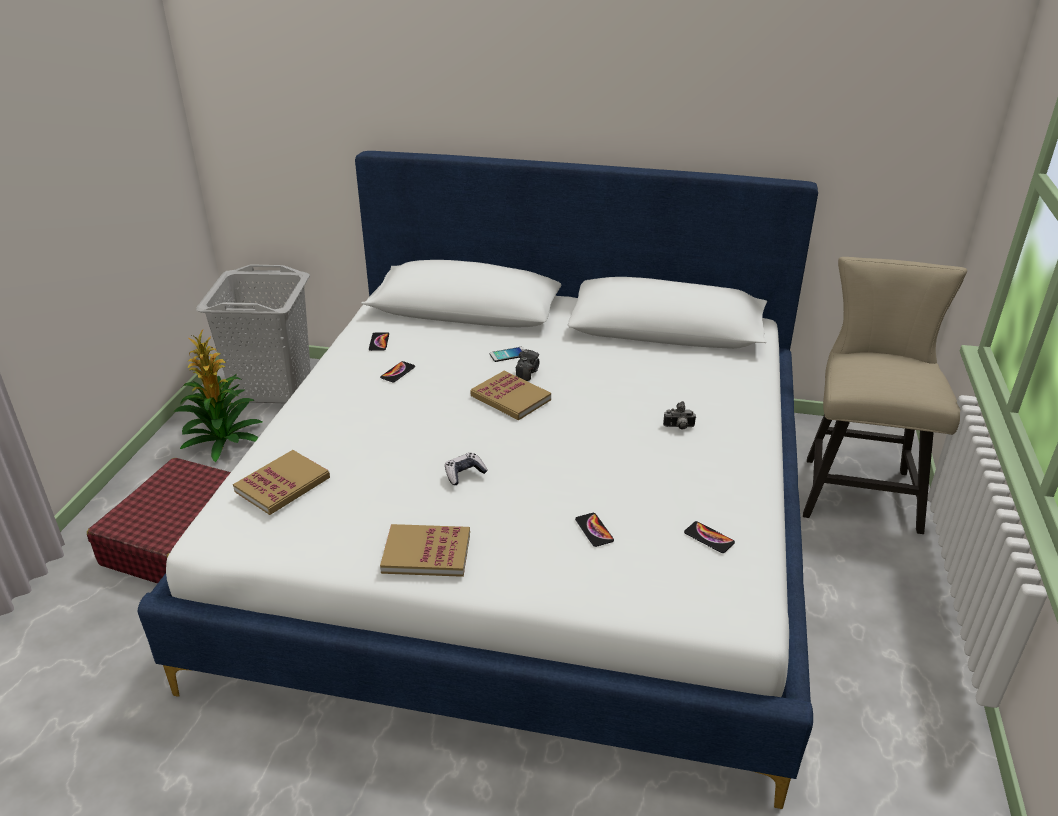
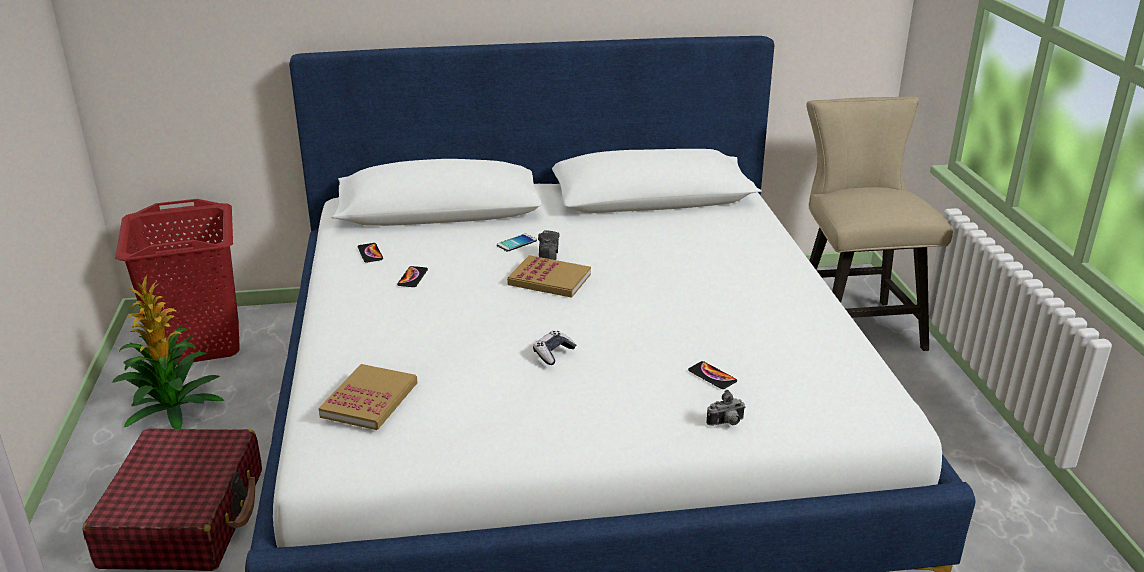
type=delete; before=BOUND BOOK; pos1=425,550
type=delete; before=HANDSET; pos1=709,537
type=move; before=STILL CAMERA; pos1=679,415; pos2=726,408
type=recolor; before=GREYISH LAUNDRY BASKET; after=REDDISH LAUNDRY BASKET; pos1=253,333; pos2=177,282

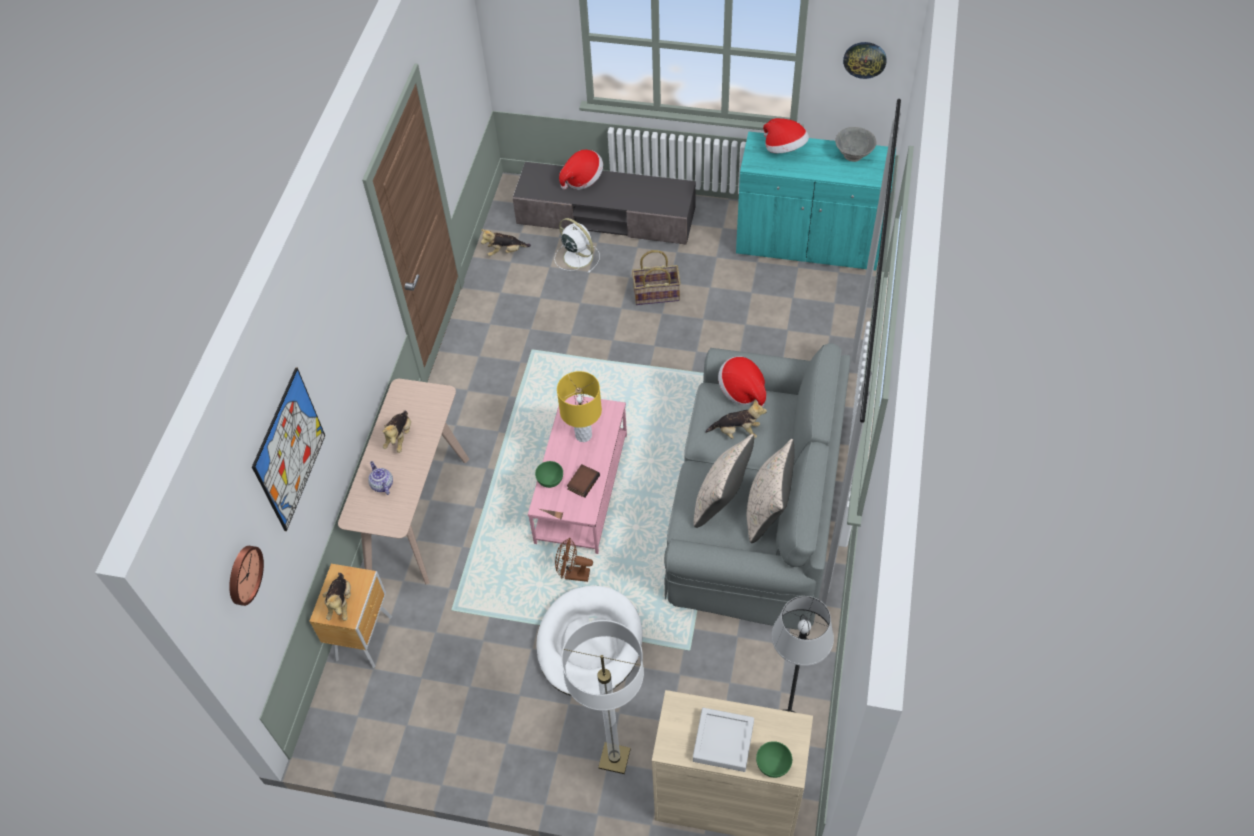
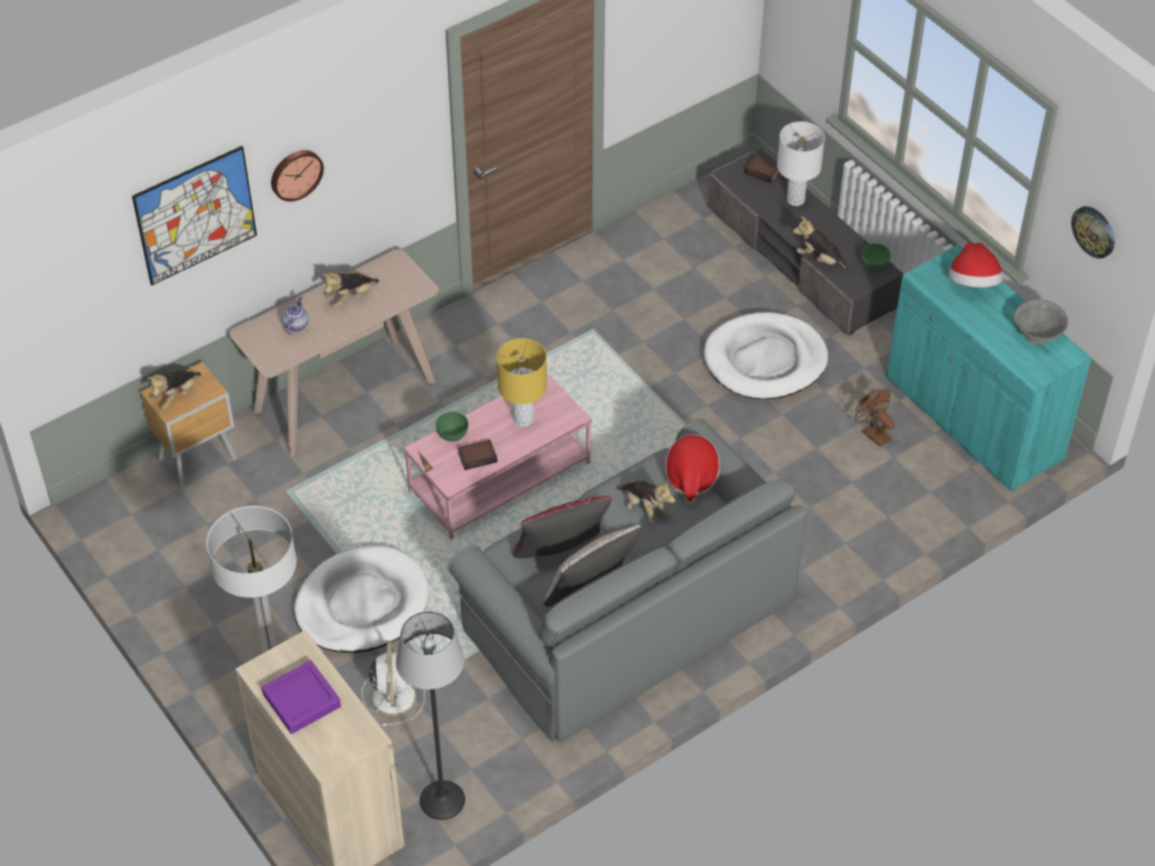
type=insert; after=BOUND BOOK; pos2=762,169
type=move; before=CLOCK ON THE WALL; pos1=246,576; pos2=297,175
type=move; before=SOFT TOY; pos1=506,242; pos2=823,243
type=move; before=WHITE-COLOURED FAN; pos1=577,245; pos2=393,683
type=move; before=BROWN-COLOURED FAN; pos1=574,560; pos2=875,418
type=move; before=GREENISH BOWL; pos1=774,759; pos2=876,256
type=replace; before=WEARABLE HAT; after=WHITE-COLOURED TABLE LAMP; pos1=581,170; pos2=801,163
type=replace; before=STORAGE BASKET; after=WHITE-COLOURED DOG CUSHION; pos1=656,277; pos2=766,355
type=recolor; before=BEIGE-COLOURED THROW PILLOW; after=REDDISH THROW PILLOW; pos1=723,481; pos2=562,527
type=recolor; before=GREYISH CARRYING TRAY; after=PURPLE-COLOURED CARRYING TRAY; pos1=723,740; pos2=301,697

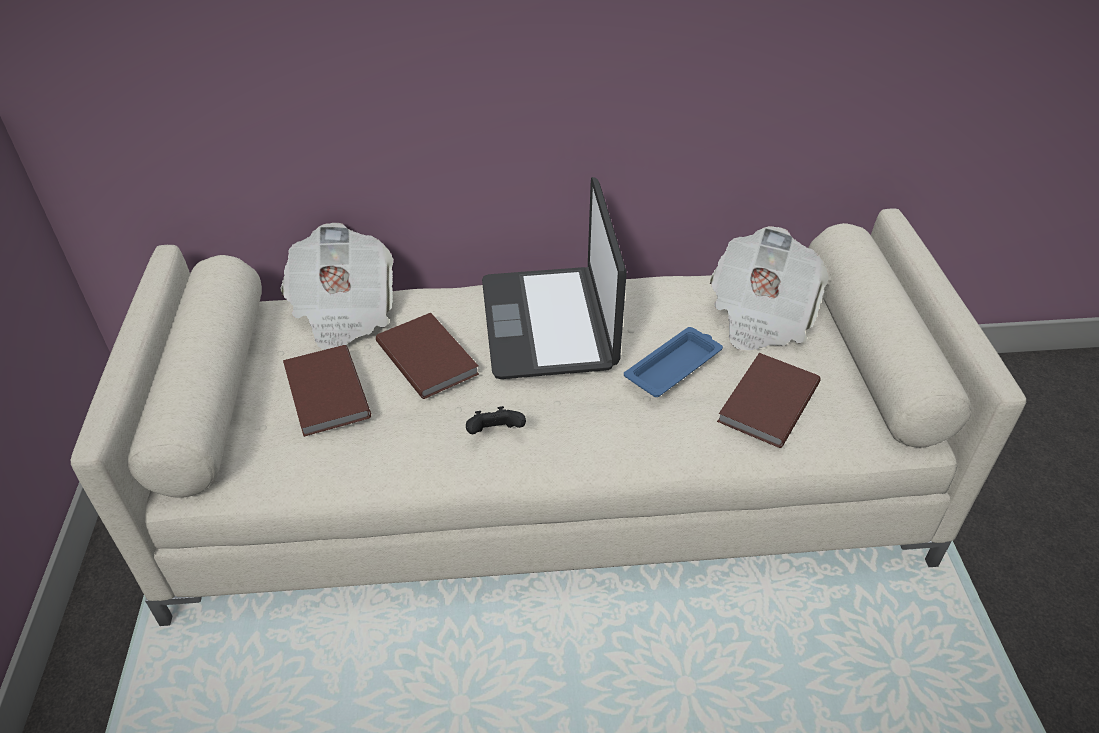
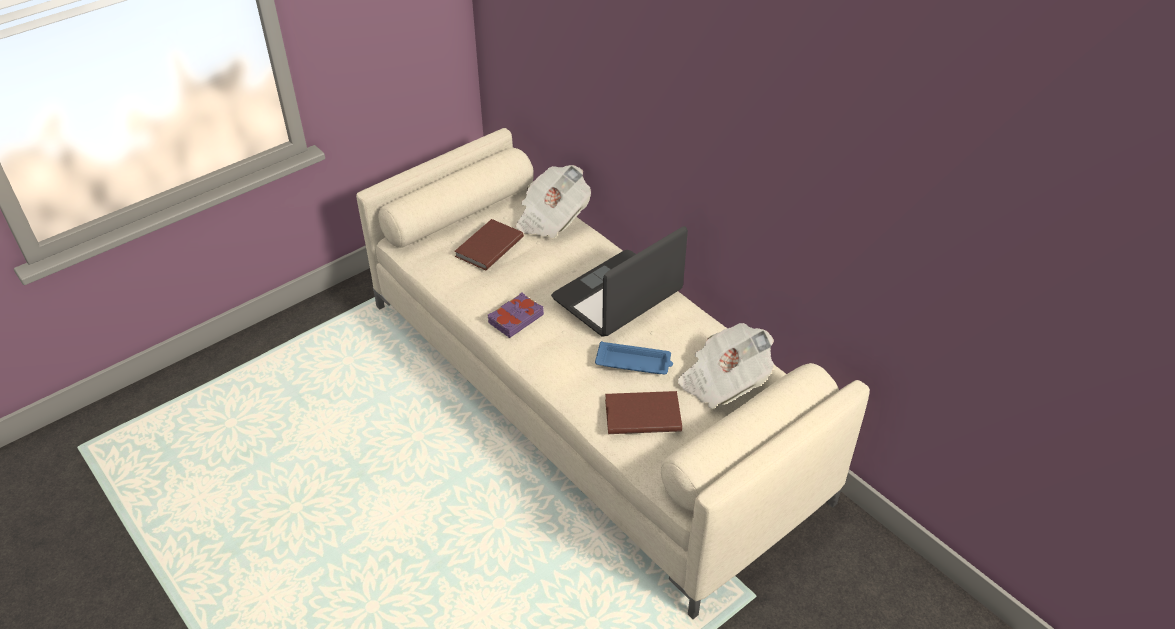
type=delete; before=BROWN-COLOURED BOUND BOOK; pos1=427,356
type=replace; before=BLACKISH GAME CONTROLLER; after=PURPLE-COLOURED BOUND BOOK; pos1=496,420; pos2=516,315

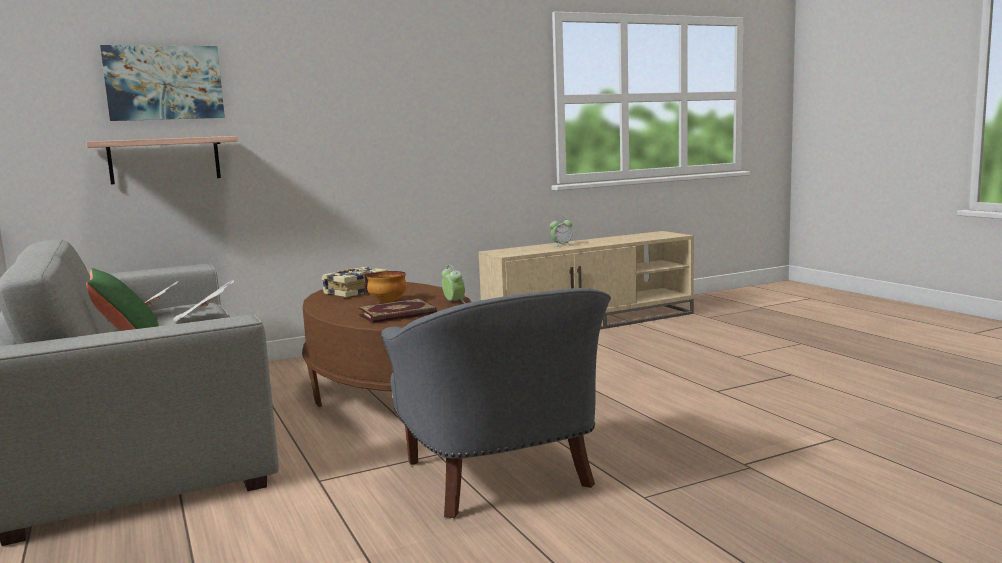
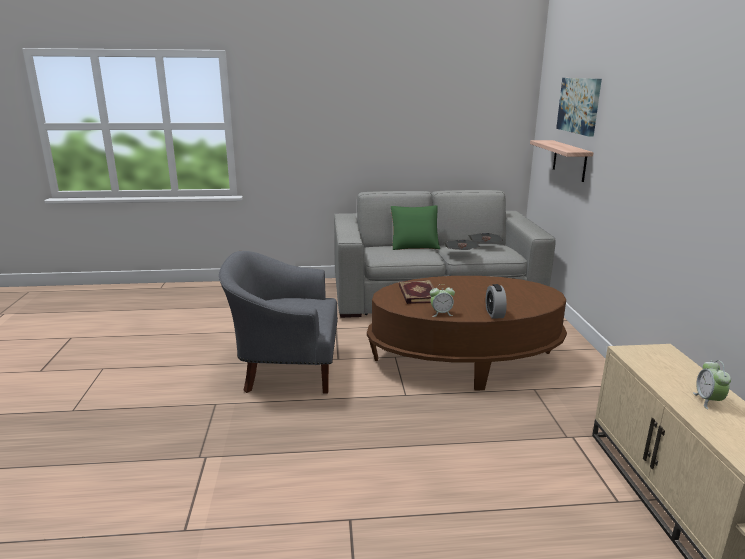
type=delete; before=BOUND BOOK; pos1=355,282
type=delete; before=BOWL; pos1=387,287
type=insert; after=ALARM CLOCK; pos2=496,301

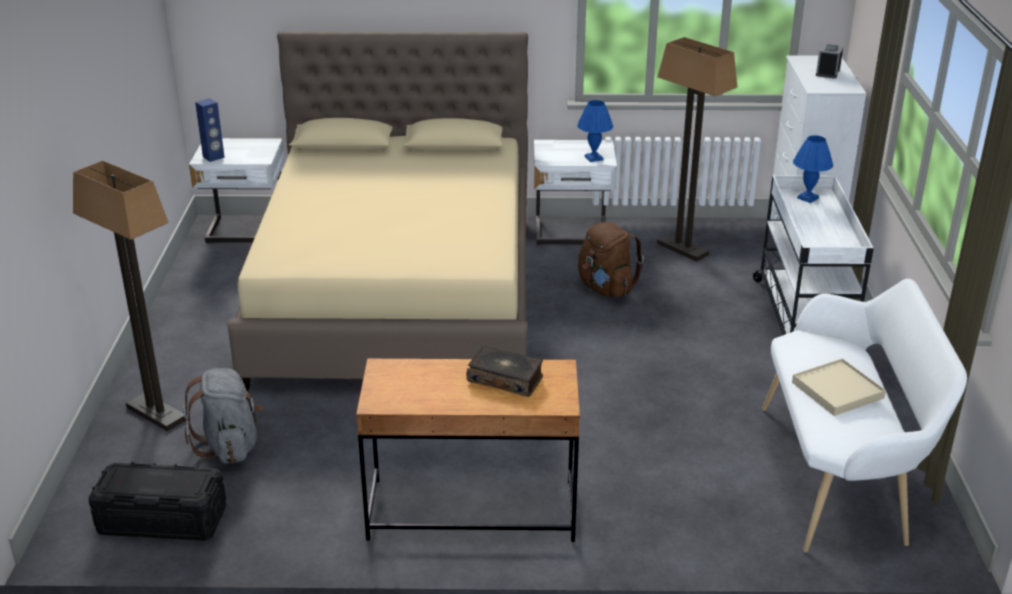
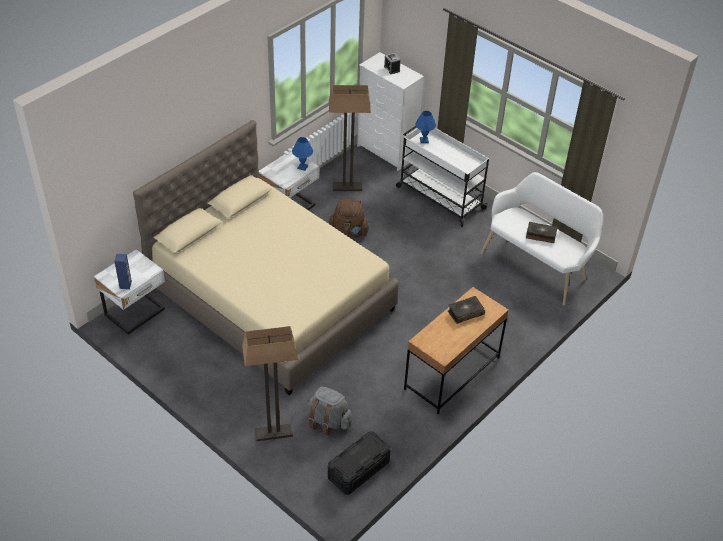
type=replace; before=BEIGE-COLOURED CARRYING TRAY; after=BOUND BOOK; pos1=839,387; pos2=542,232

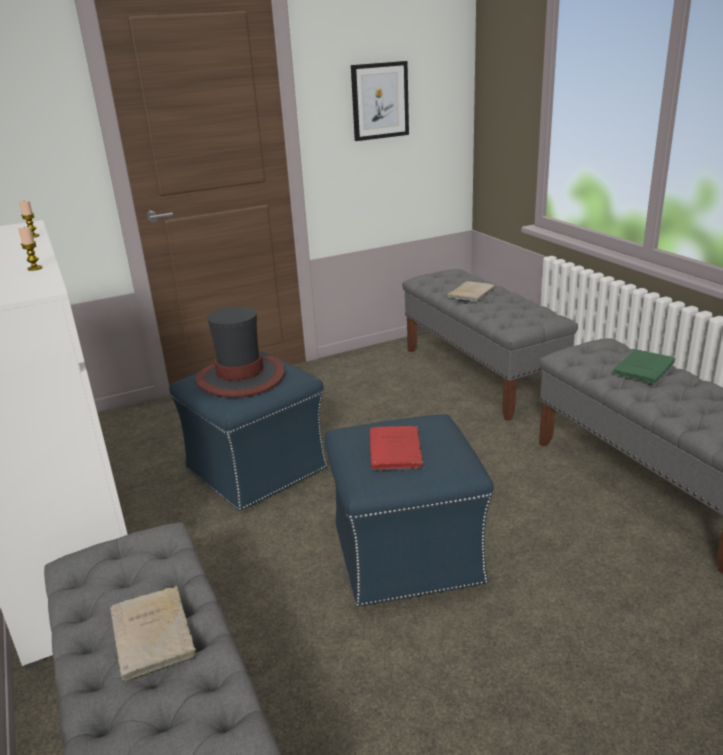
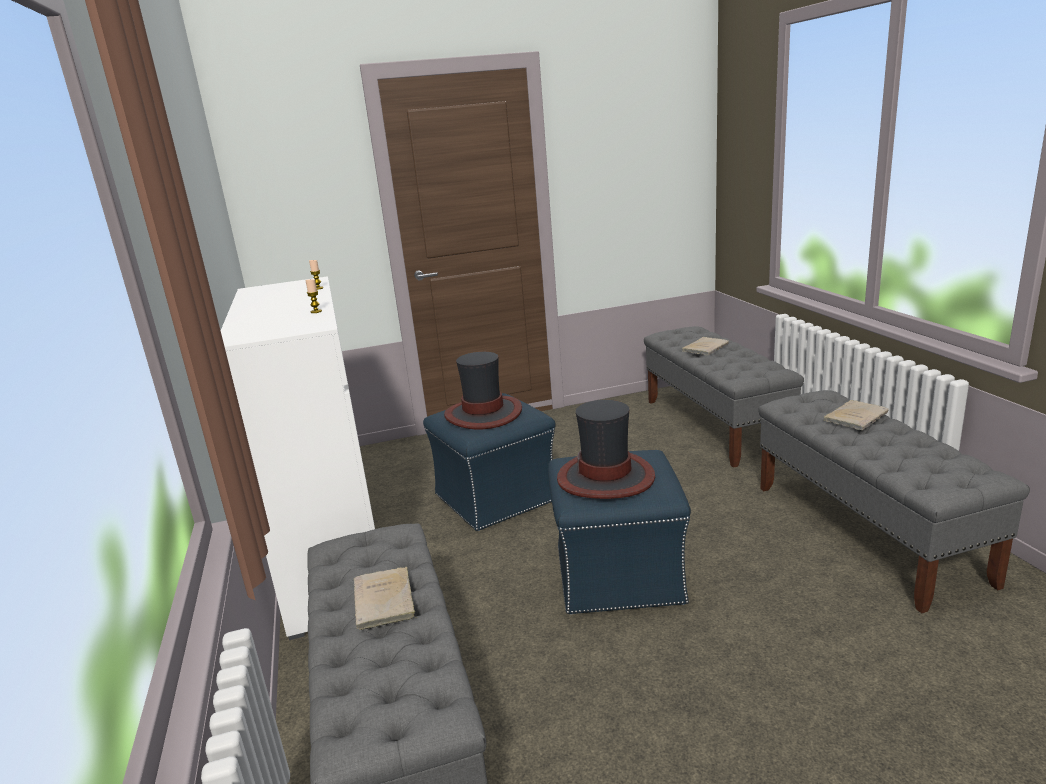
type=delete; before=PICTURE; pos1=380,101
type=replace; before=REDDISH BOUND BOOK; after=WEARABLE HAT; pos1=396,448; pos2=606,449
type=recolor; before=GREENISH BOUND BOOK; after=BEIGE-COLOURED BOUND BOOK; pos1=643,366; pos2=856,415

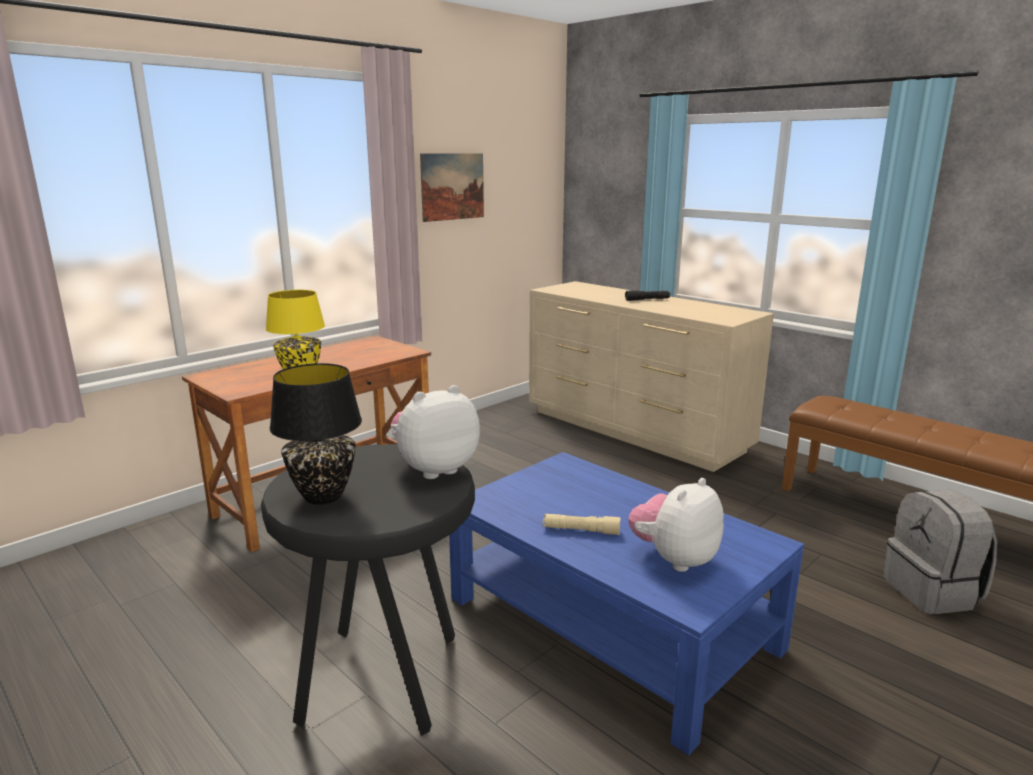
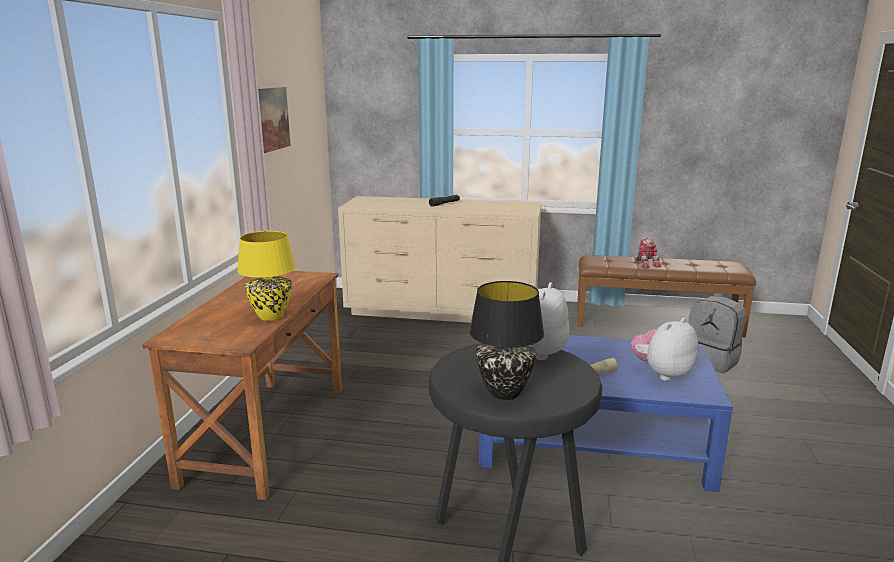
type=insert; after=TOY ROBOT; pos2=648,253
type=rotate; before=SOFT TOY; pos1=676,525; pos2=664,349; turn=45

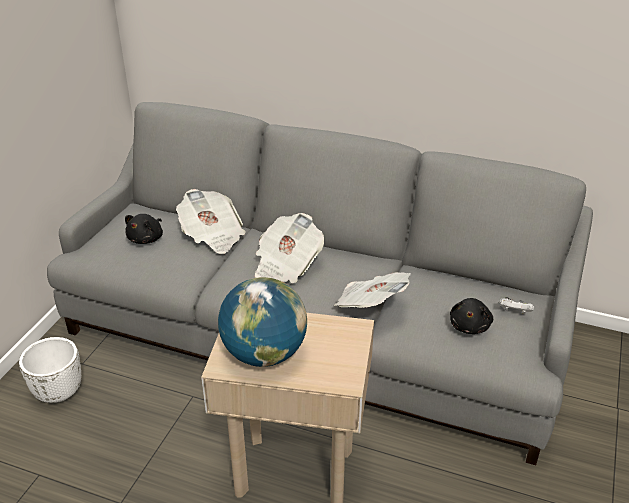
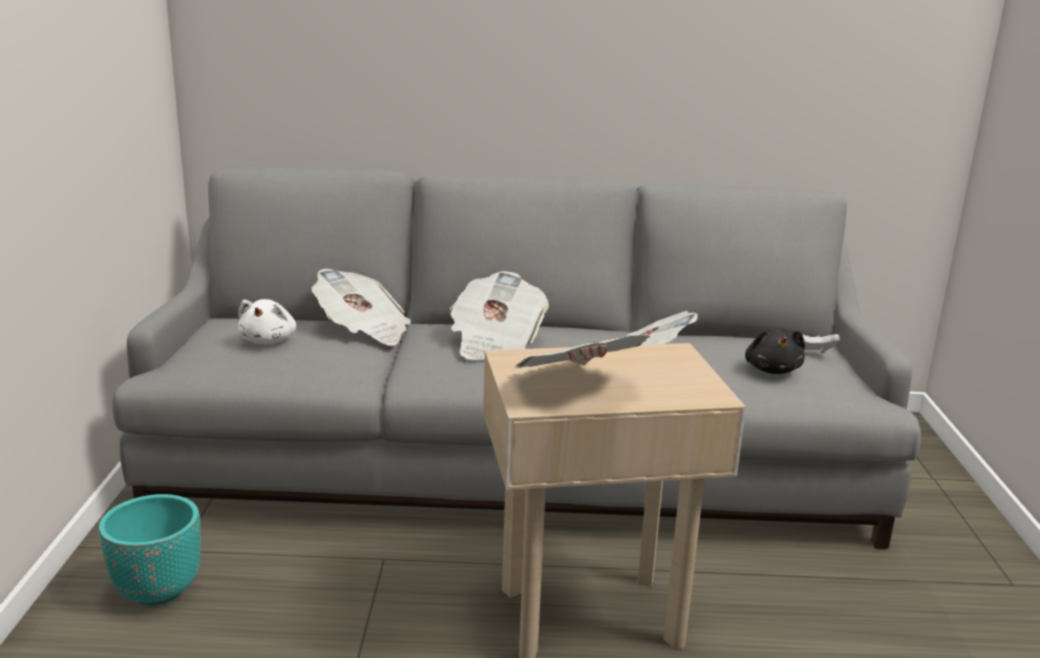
type=replace; before=DESK GLOBE; after=DAILY PAPER; pos1=262,322; pos2=582,351
type=recolor; before=WHITE-COLOURED FLOWER POT; after=TURQUOISE FLOWER POT; pos1=50,370; pos2=150,550
type=recolor; before=BLACKISH SOFT TOY; after=WHITE-COLOURED SOFT TOY; pos1=144,229; pos2=267,321

